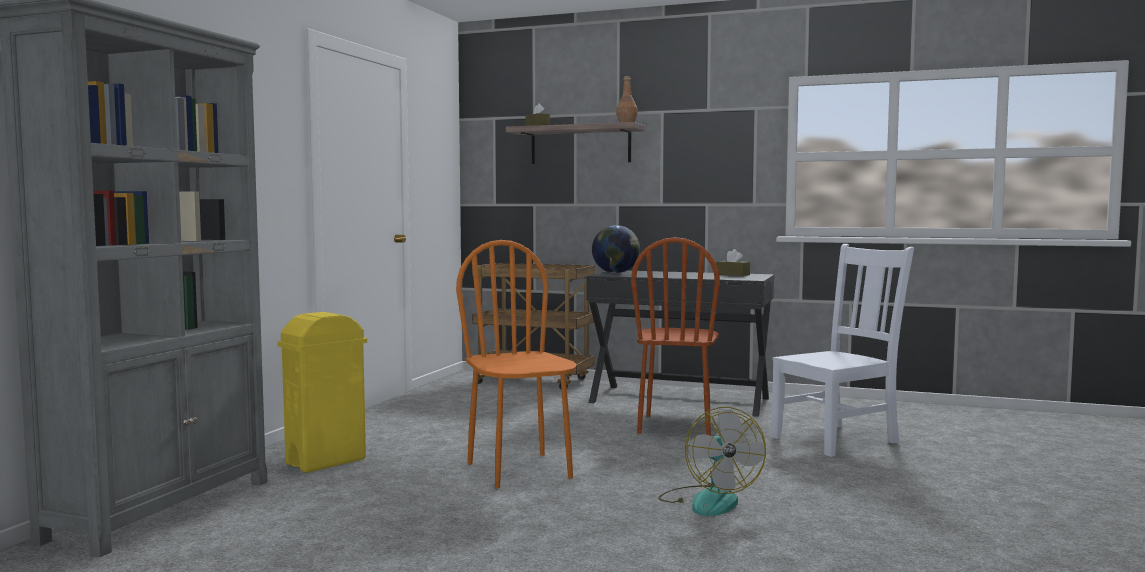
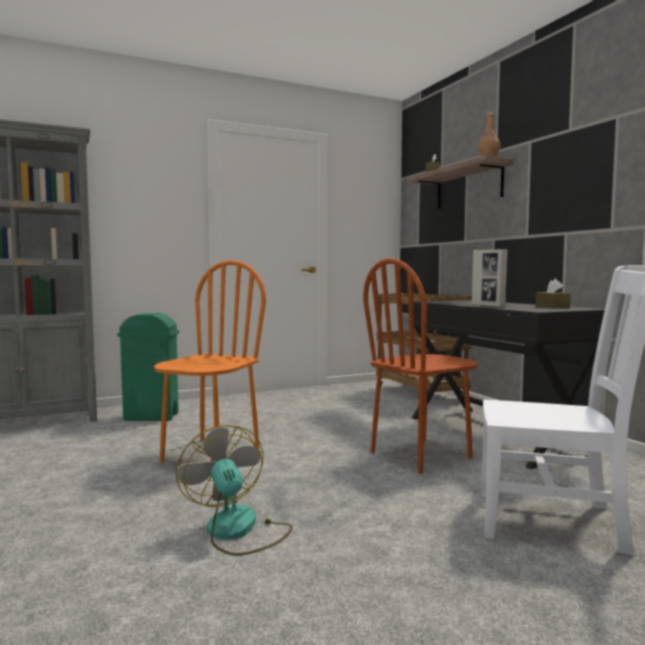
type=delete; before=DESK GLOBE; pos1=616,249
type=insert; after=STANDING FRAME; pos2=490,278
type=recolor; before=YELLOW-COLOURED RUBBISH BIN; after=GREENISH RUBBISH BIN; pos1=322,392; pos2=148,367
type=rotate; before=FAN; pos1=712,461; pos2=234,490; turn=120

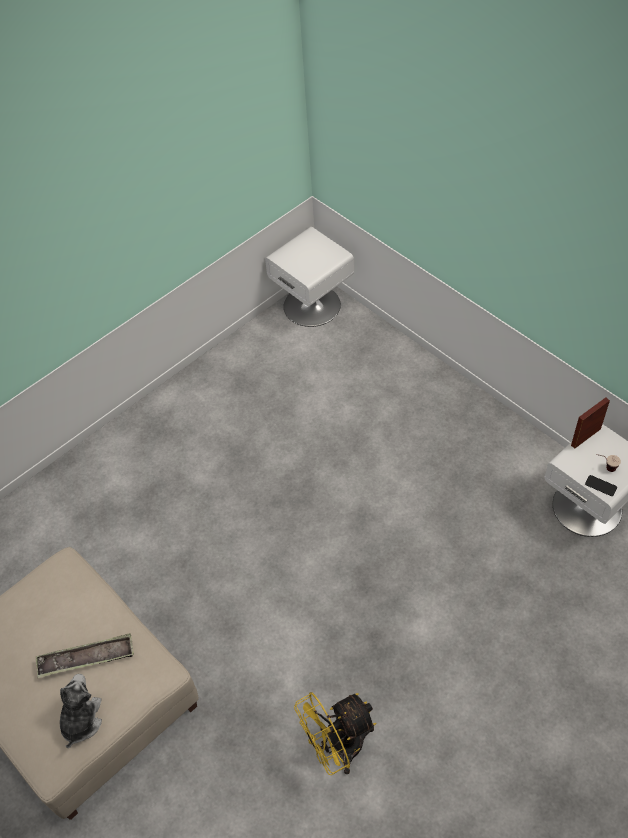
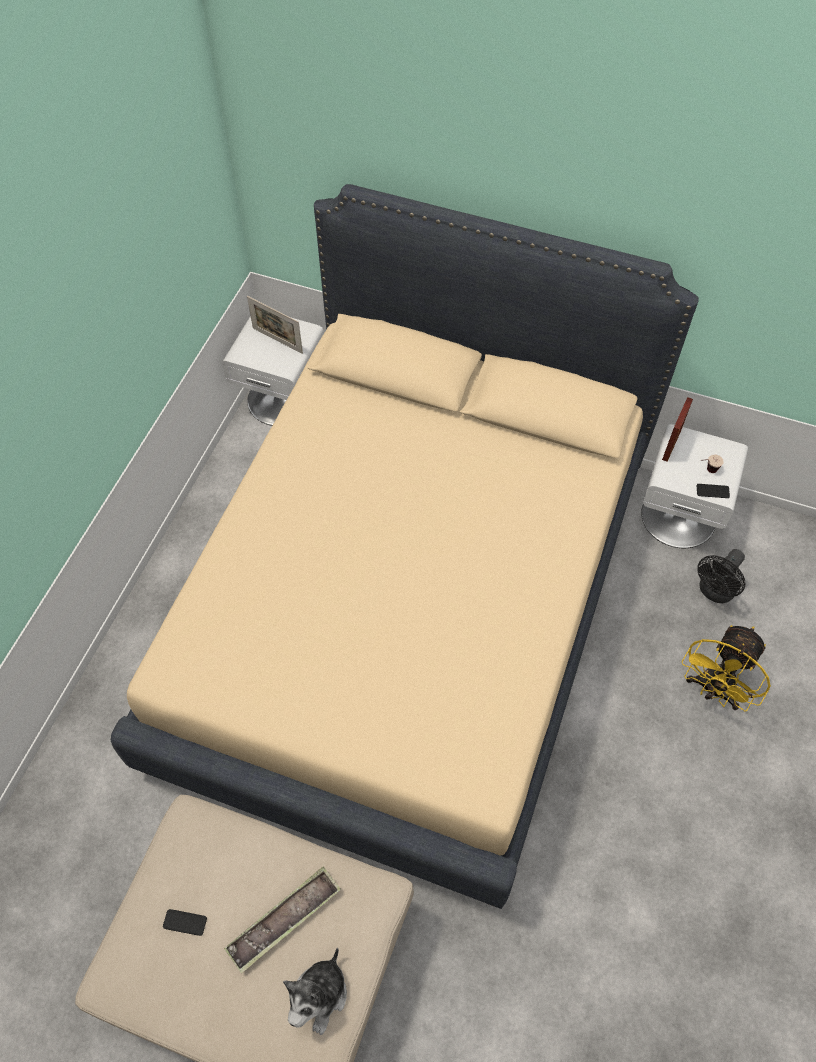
type=insert; after=BEIGE-COLOURED BEDROOM BED; pos2=405,546
type=insert; after=HANDSET; pos2=185,922
type=insert; after=STANDING FRAME; pos2=275,325
type=insert; after=BLACKISH FAN; pos2=721,576
type=move; before=YELLOW-COLOURED FAN; pos1=335,733; pos2=726,668
type=rotate; before=SOFT TOY; pos1=81,711; pos2=315,991; turn=-135

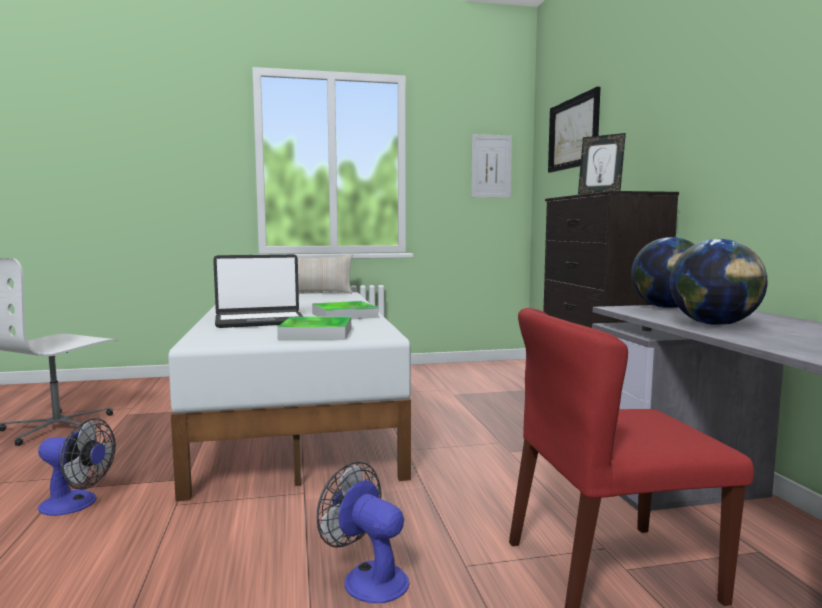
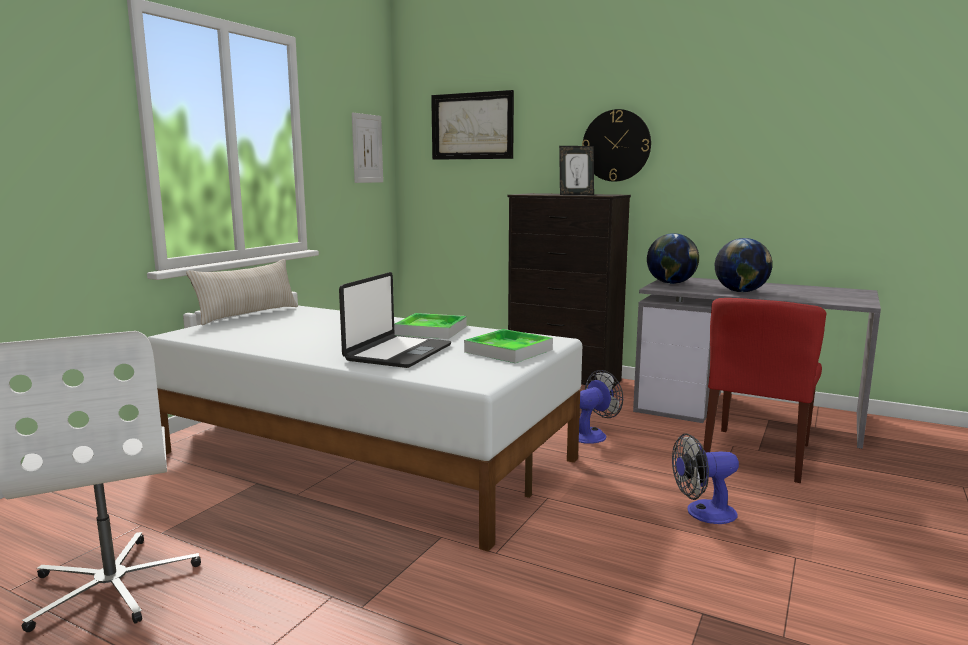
type=insert; after=CLOCK ON THE WALL; pos2=616,145
type=move; before=FAN; pos1=77,467; pos2=601,407

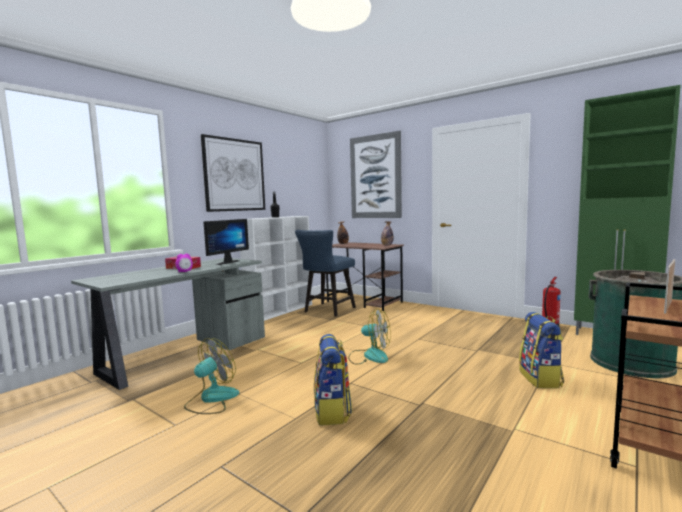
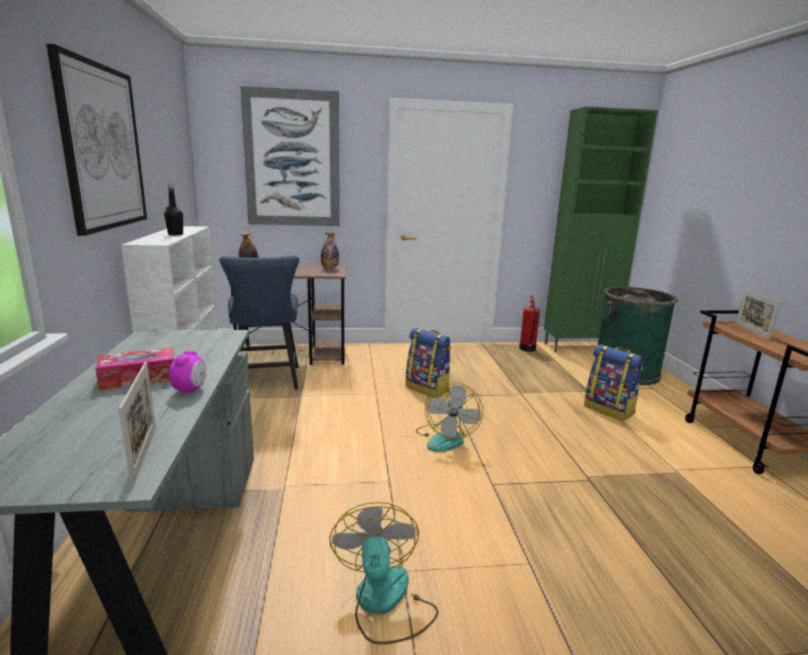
type=delete; before=COMPUTER DISPLAY; pos1=226,242
type=insert; after=STANDING FRAME; pos2=137,424
type=move; before=BACKPACK; pos1=333,379; pos2=428,363
type=rotate; before=FAN; pos1=369,337; pos2=449,417; turn=120

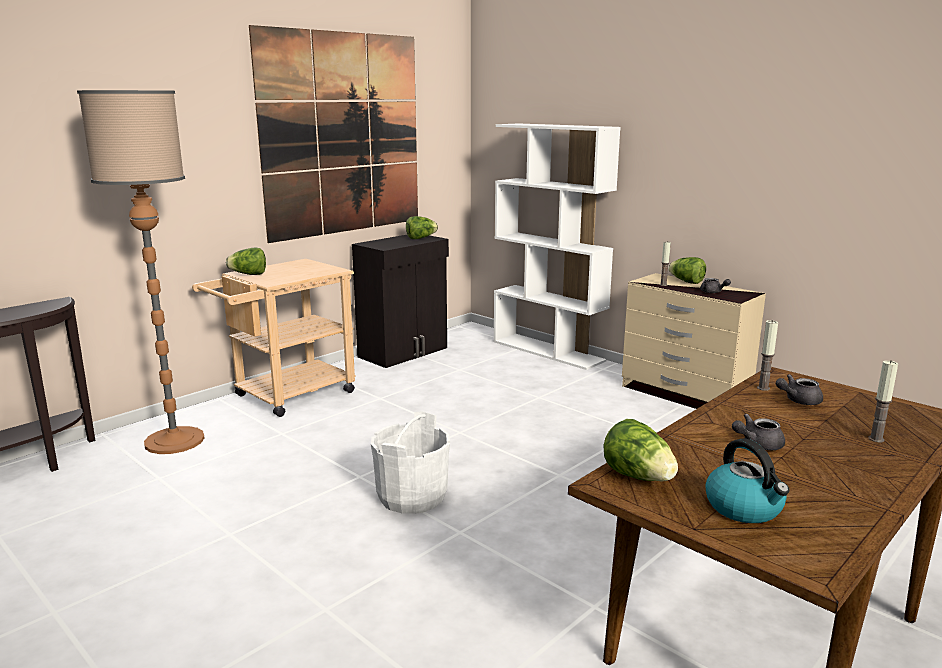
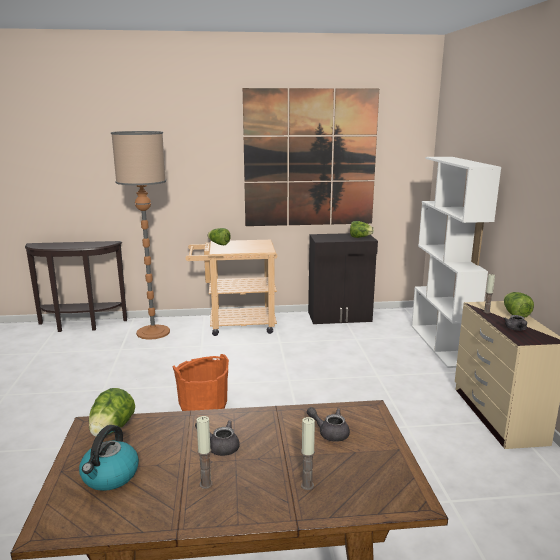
type=move; before=WAX LIGHT; pos1=767,355; pos2=204,452
type=recolor; before=WHITE-COLOURED BUCKET; after=ORANGEY BUCKET; pos1=410,462; pos2=200,382

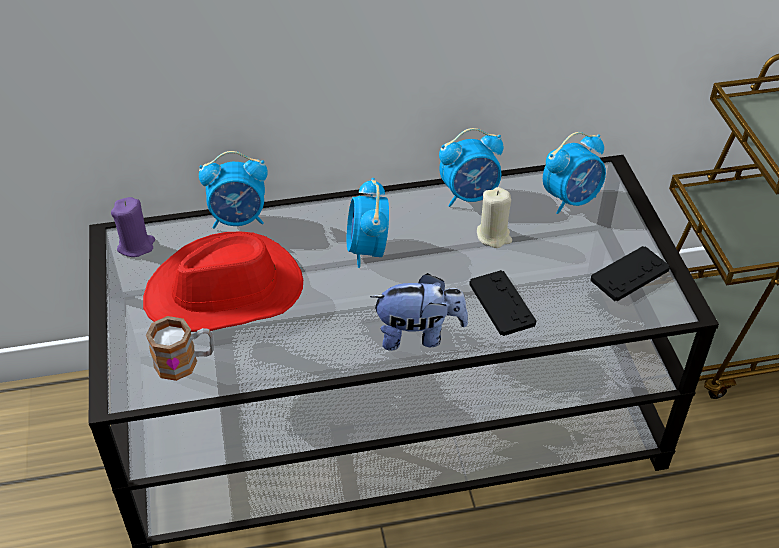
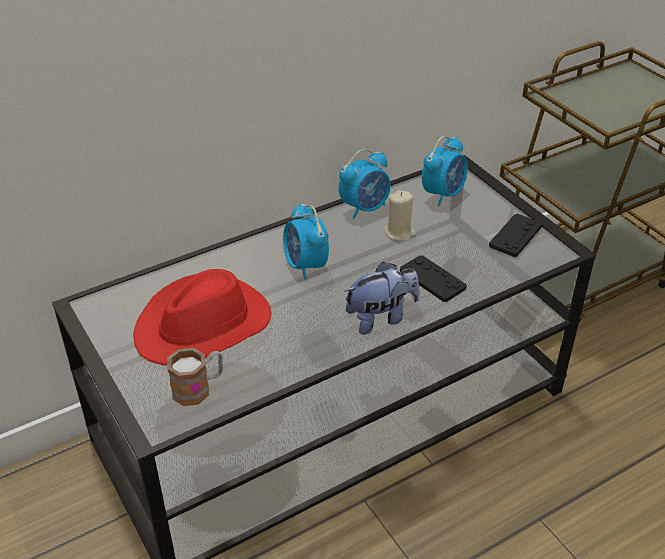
type=delete; before=PURPLE-COLOURED WAX LIGHT; pos1=133,227
type=delete; before=ALARM CLOCK; pos1=233,190

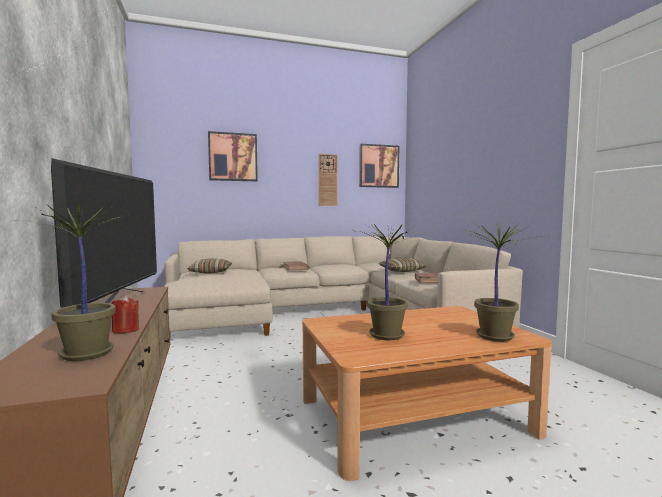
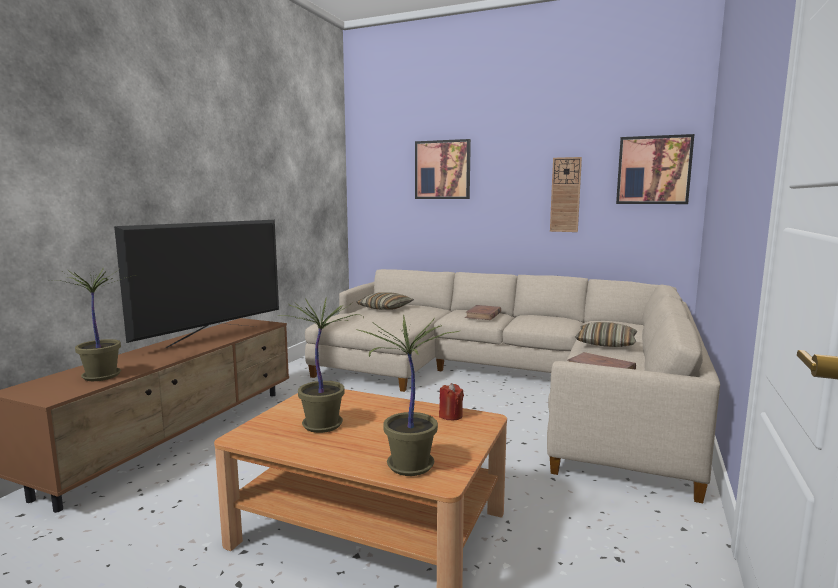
type=move; before=REDDISH WAX LIGHT; pos1=125,314; pos2=451,401

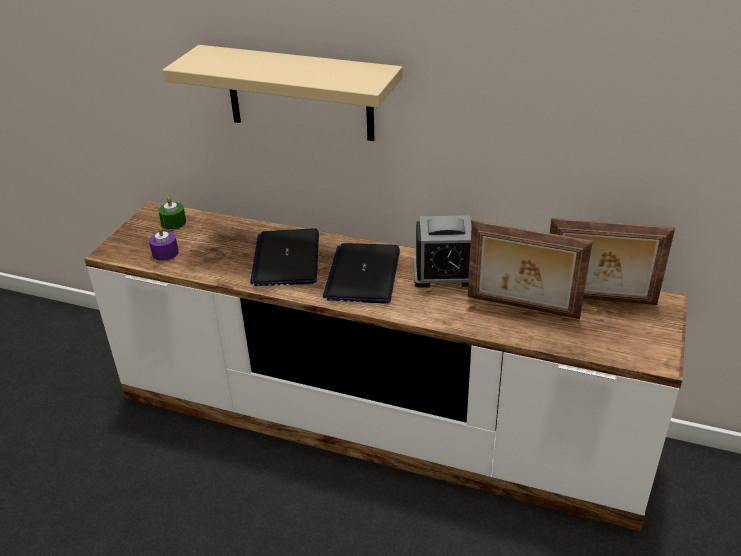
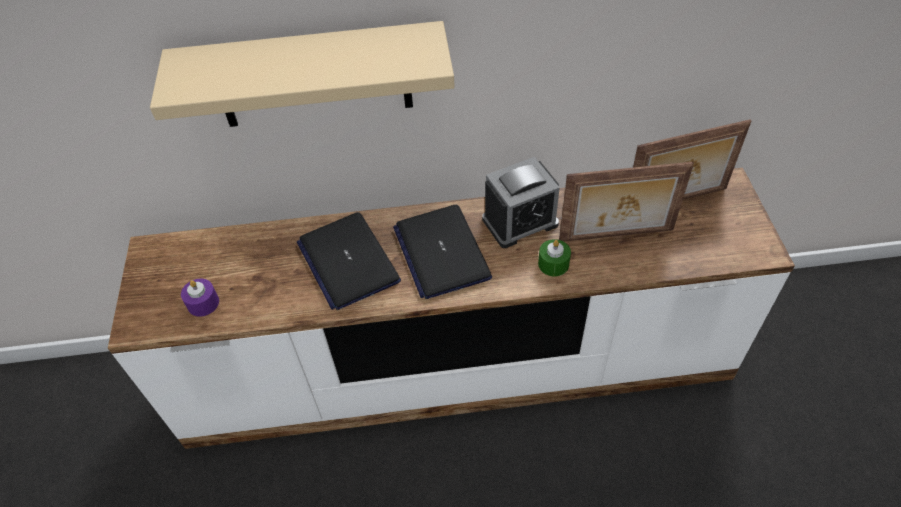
type=move; before=GREENISH WAX LIGHT; pos1=172,213; pos2=554,257

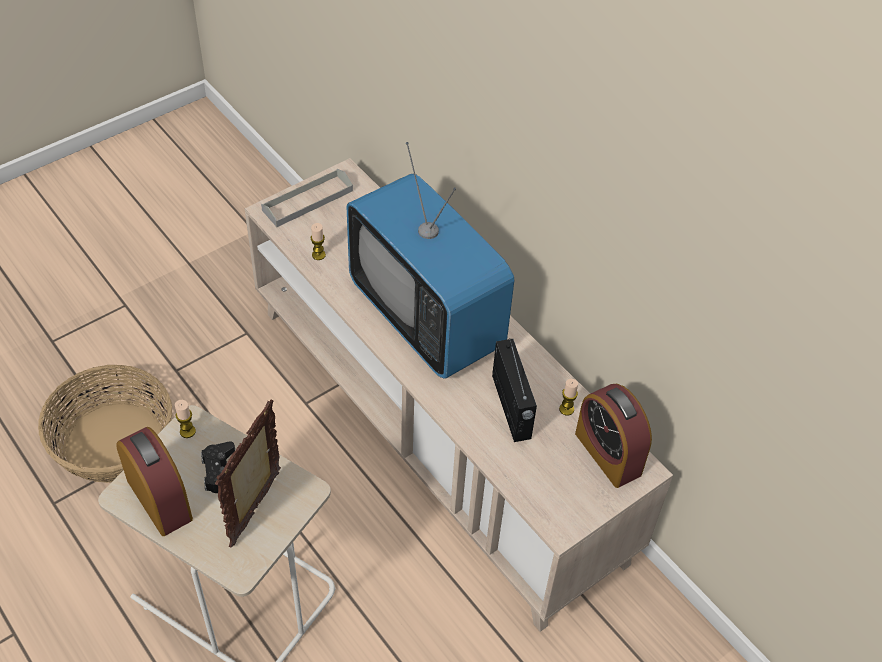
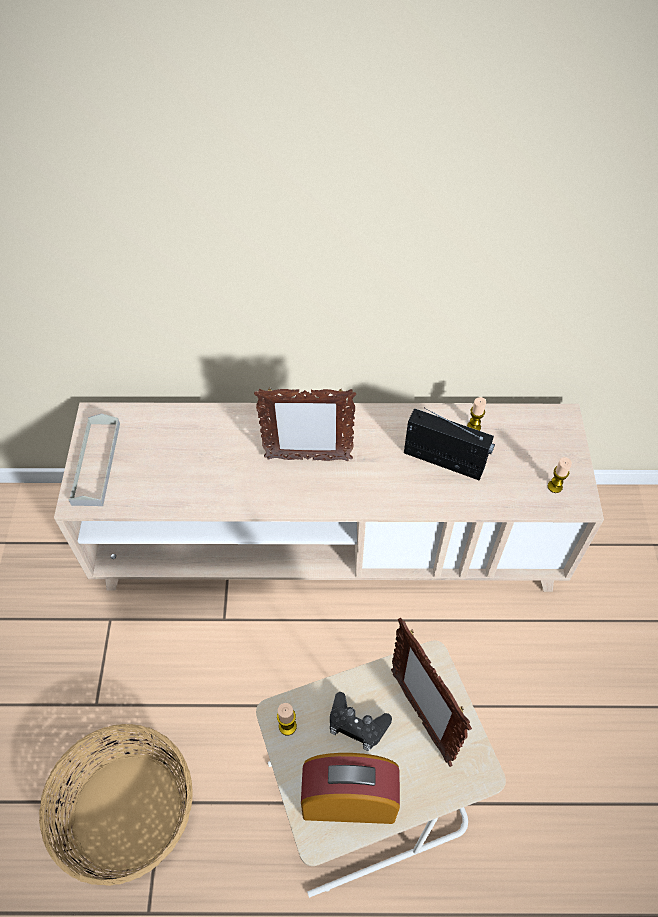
type=delete; before=ALARM CLOCK; pos1=613,436
type=move; before=WAX LIGHT; pos1=318,241; pos2=560,475
type=replace; before=TV; after=STANDING FRAME; pos1=430,260; pos2=305,424

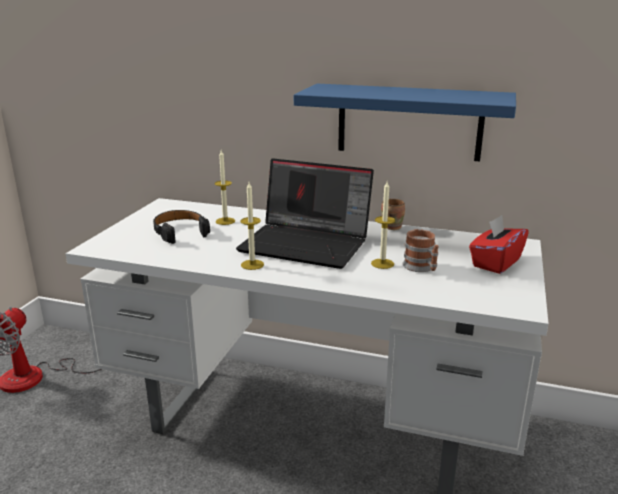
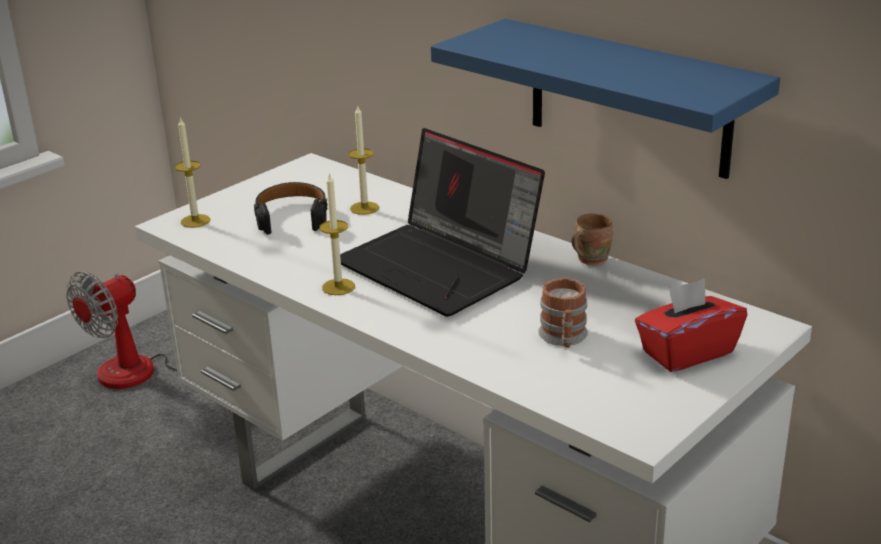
type=move; before=WAX LIGHT; pos1=383,225; pos2=192,172

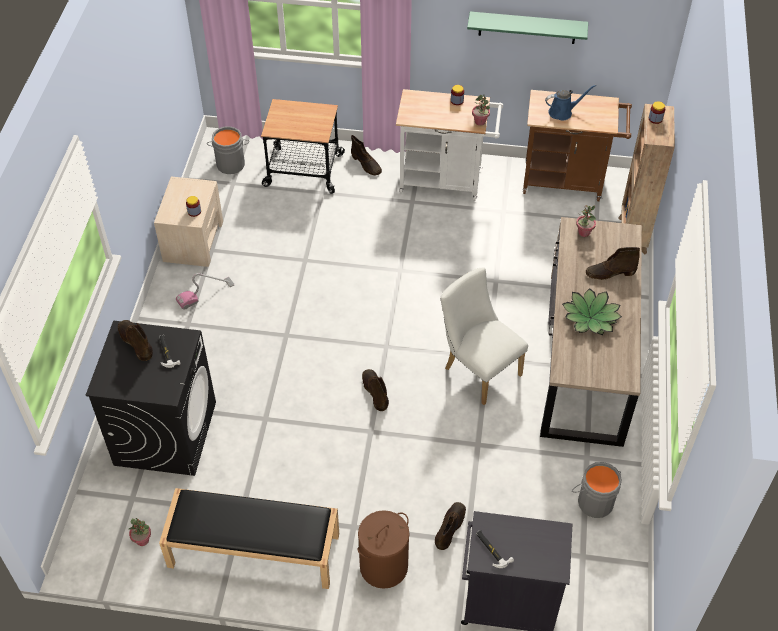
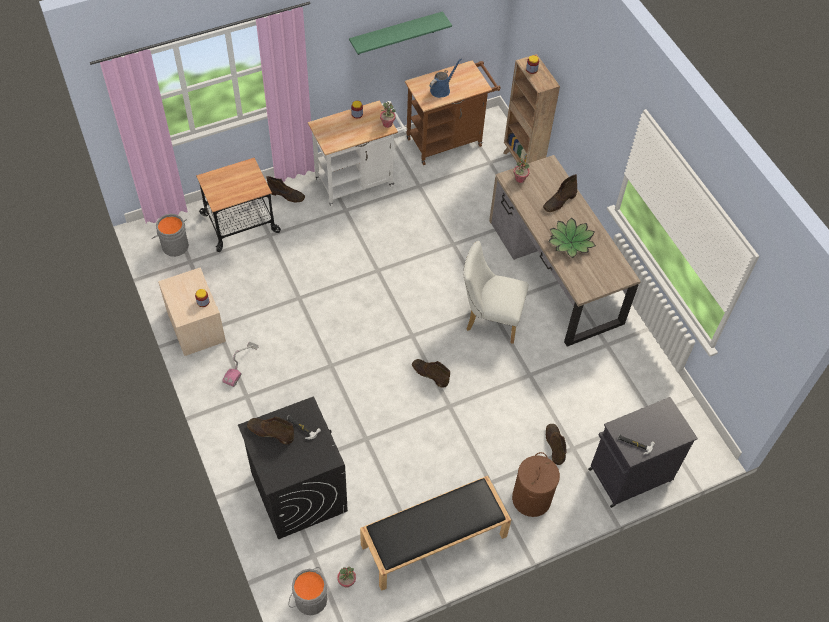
type=move; before=GREYISH BUCKET; pos1=597,490; pos2=307,591

